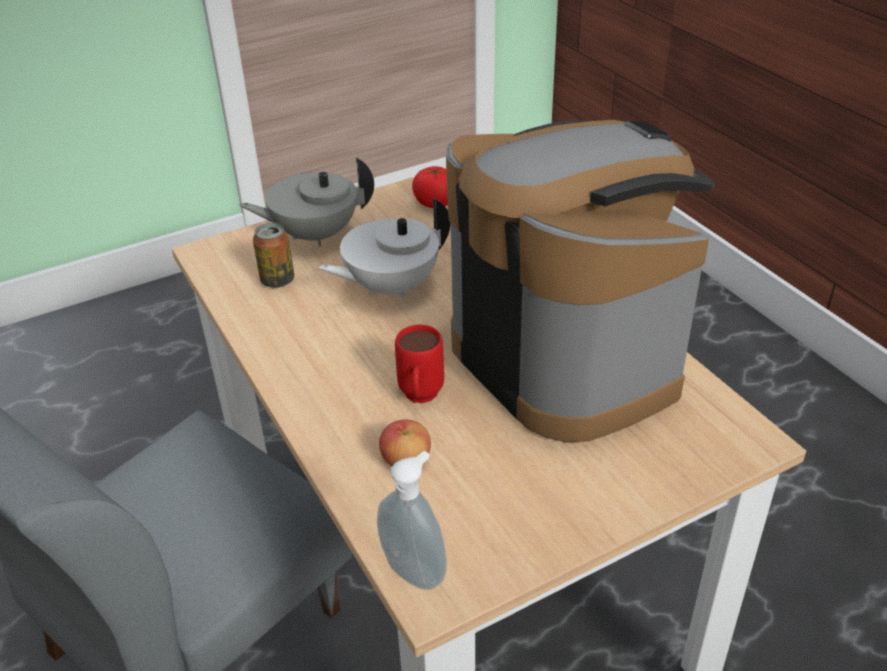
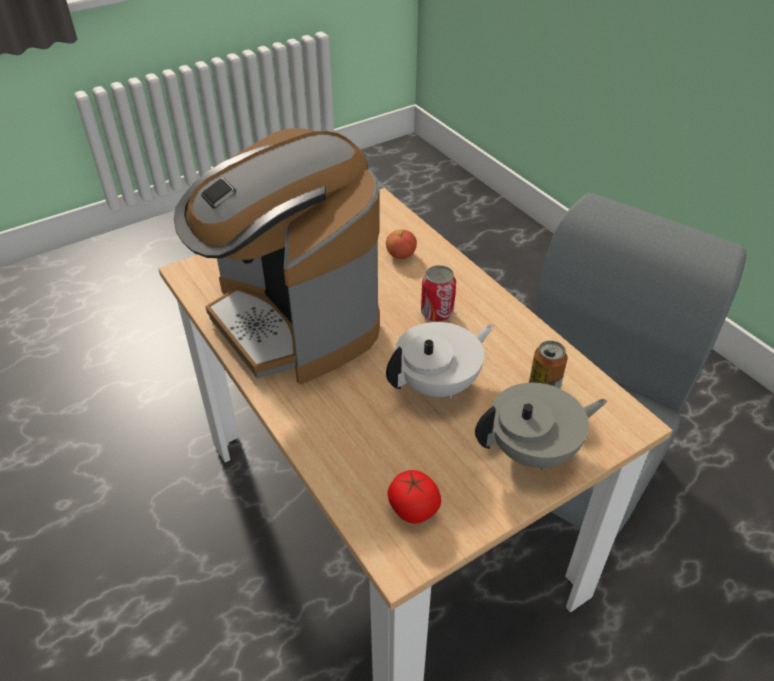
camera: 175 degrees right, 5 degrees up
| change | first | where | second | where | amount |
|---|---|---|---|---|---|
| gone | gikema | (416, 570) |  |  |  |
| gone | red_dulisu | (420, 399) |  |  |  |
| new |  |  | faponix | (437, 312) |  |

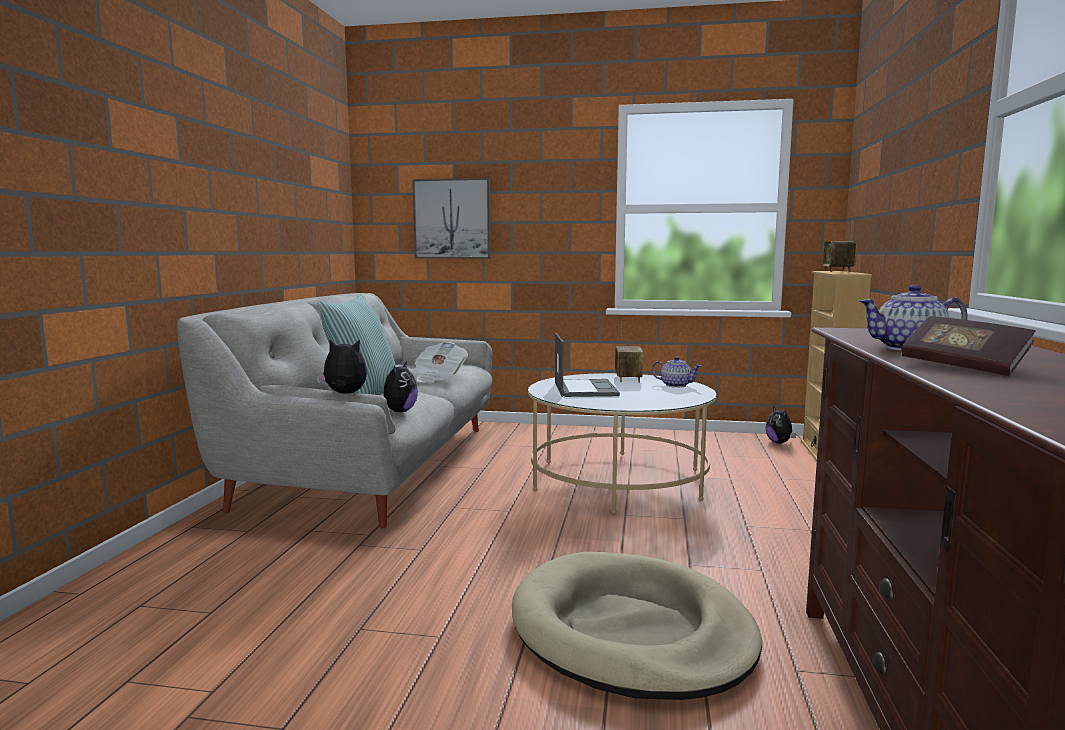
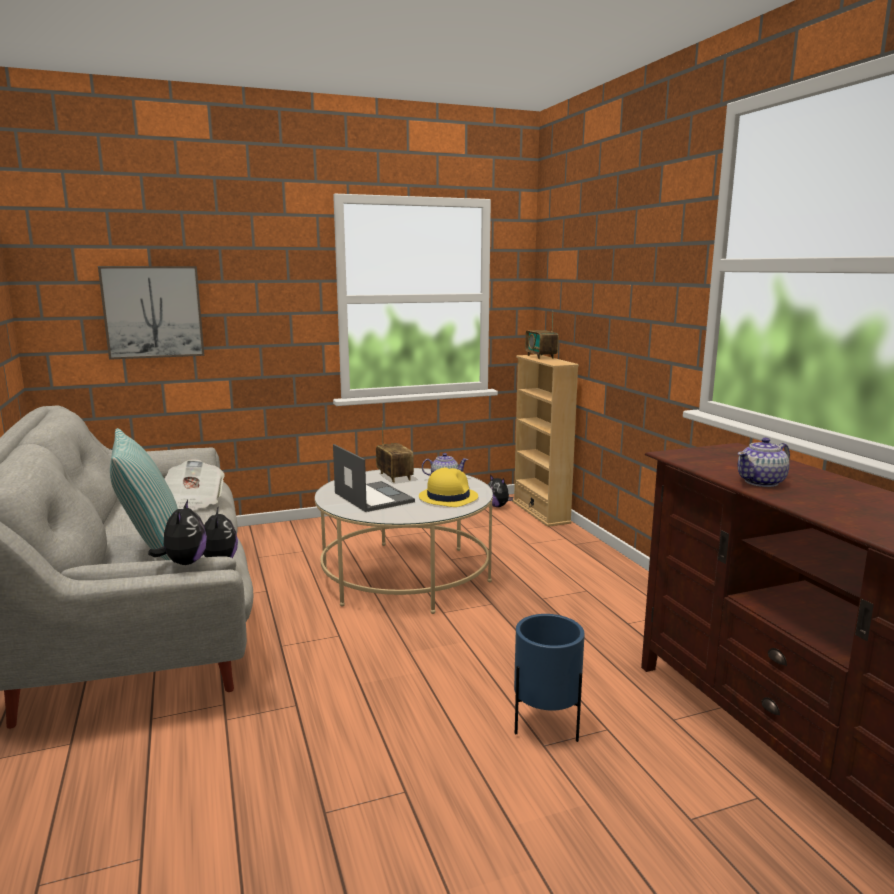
camera: 30 degrees left, 5 degrees up
| change | first | where | second | where | amount |
|---|---|---|---|---|---|
| rotated | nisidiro | (345, 394) |  | (184, 563) | 105 degrees clockwise |
| swapped | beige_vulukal | (631, 631) | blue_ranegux | (546, 728) |  |
| gone | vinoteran | (963, 366) |  |  |  |
| new |  |  | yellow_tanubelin | (448, 497) |  |

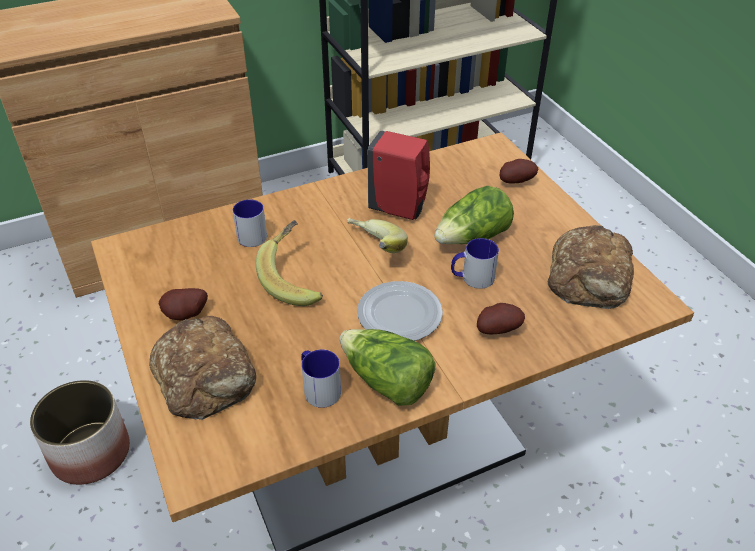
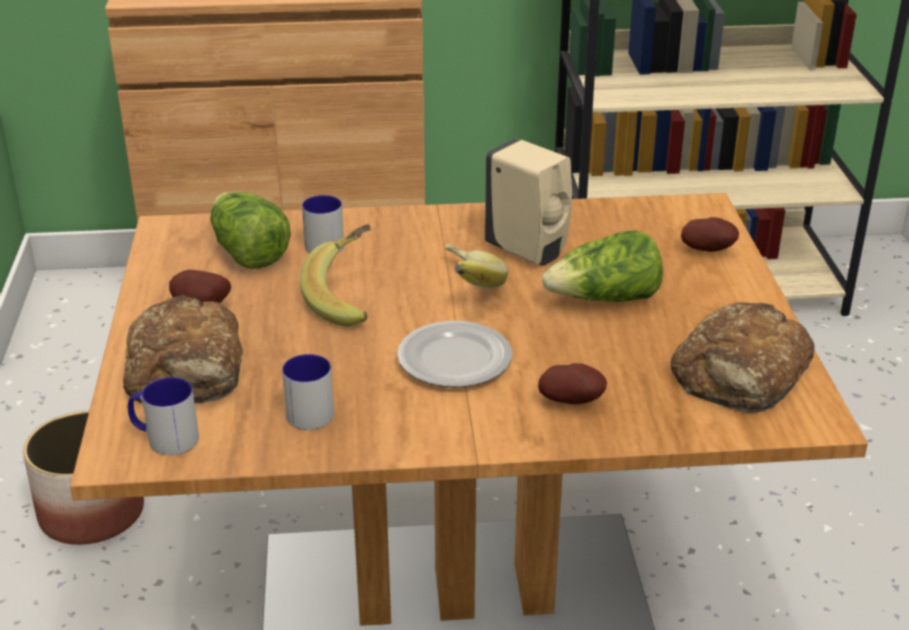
camera: 20 degrees right, 10 degrees down
| change | first | where | second | where | amount |
|---|---|---|---|---|---|
| shifted | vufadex | (386, 382) |  | (247, 252) |  |
| repainted | red_gikema | (400, 209) | beige_gikema | (528, 252) |  |
| shifted | dulisu | (472, 278) |  | (164, 438) |  |

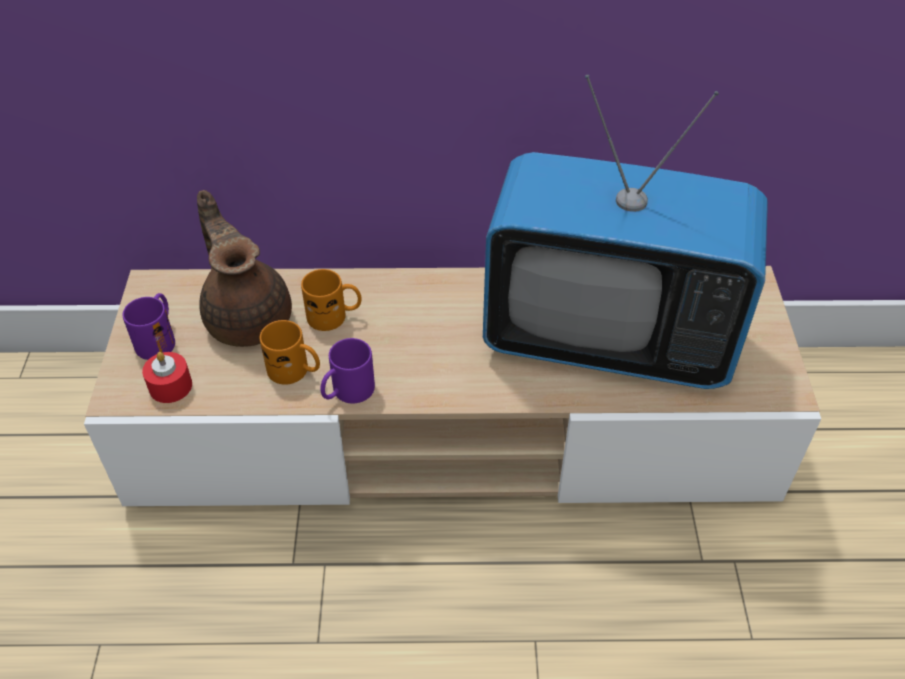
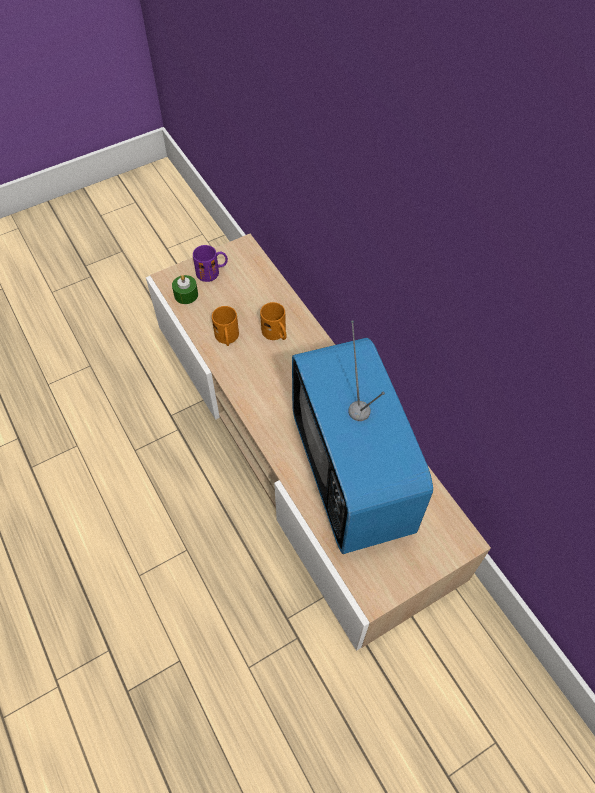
camera: 60 degrees right, 10 degrees up
| change | first | where | second | where | amount |
|---|---|---|---|---|---|
| repainted | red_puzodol | (170, 386) | green_puzodol | (186, 294) |  |
| gone | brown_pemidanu | (248, 317) |  |  |  |
| gone | purple_dulisu | (347, 393) |  |  |  |

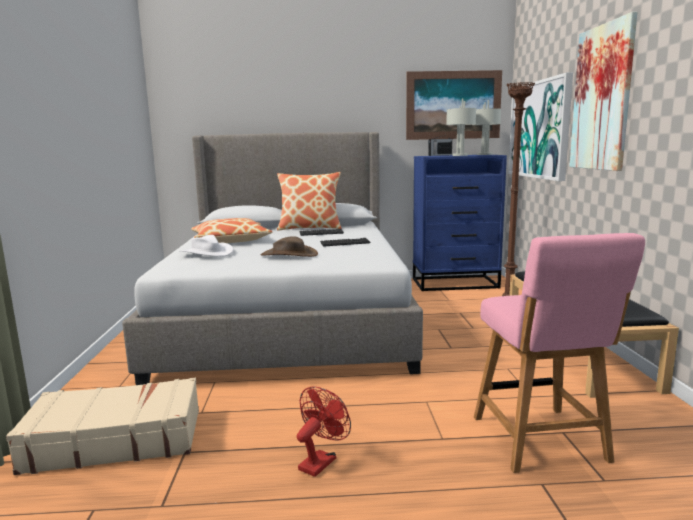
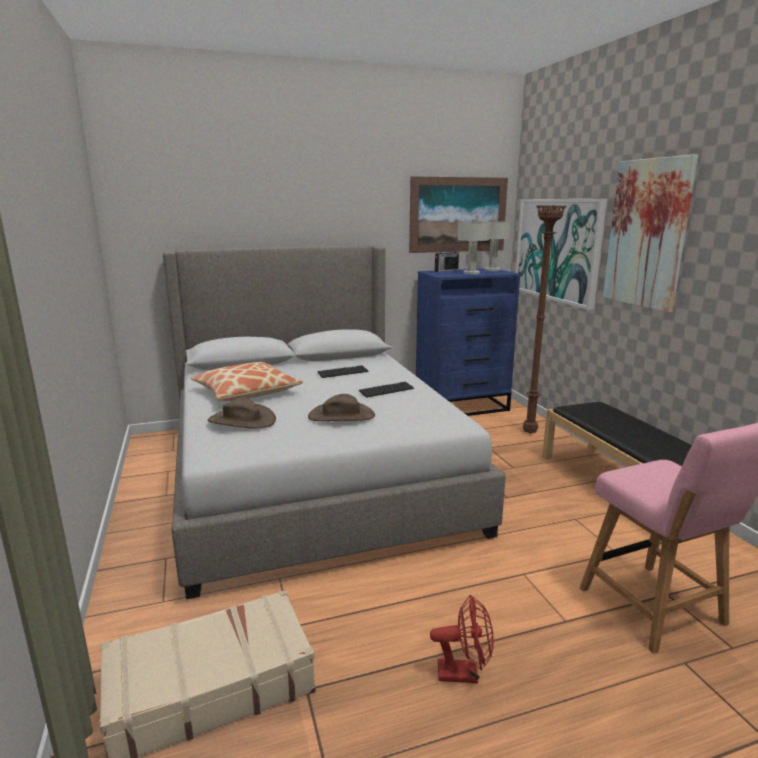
camera: 15 degrees left, 5 degrees up
| change | first | where | second | where | amount |
|---|---|---|---|---|---|
| repainted | white_tanubelin | (206, 253) | brown_tanubelin | (242, 420) |  |
| gone | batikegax | (310, 228) |  |  |  |
| rotated | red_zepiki | (321, 461) |  | (464, 673) | 75 degrees clockwise |

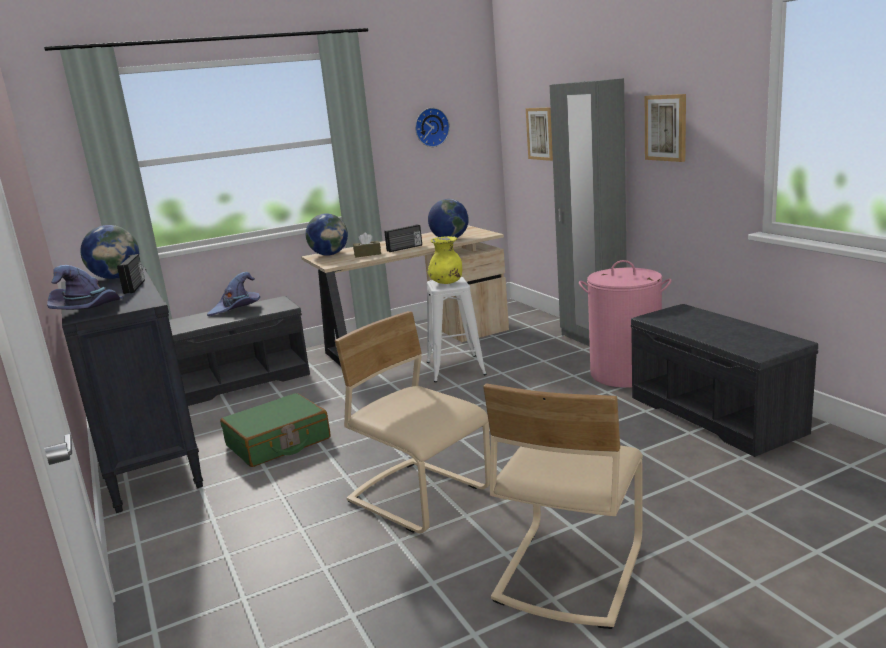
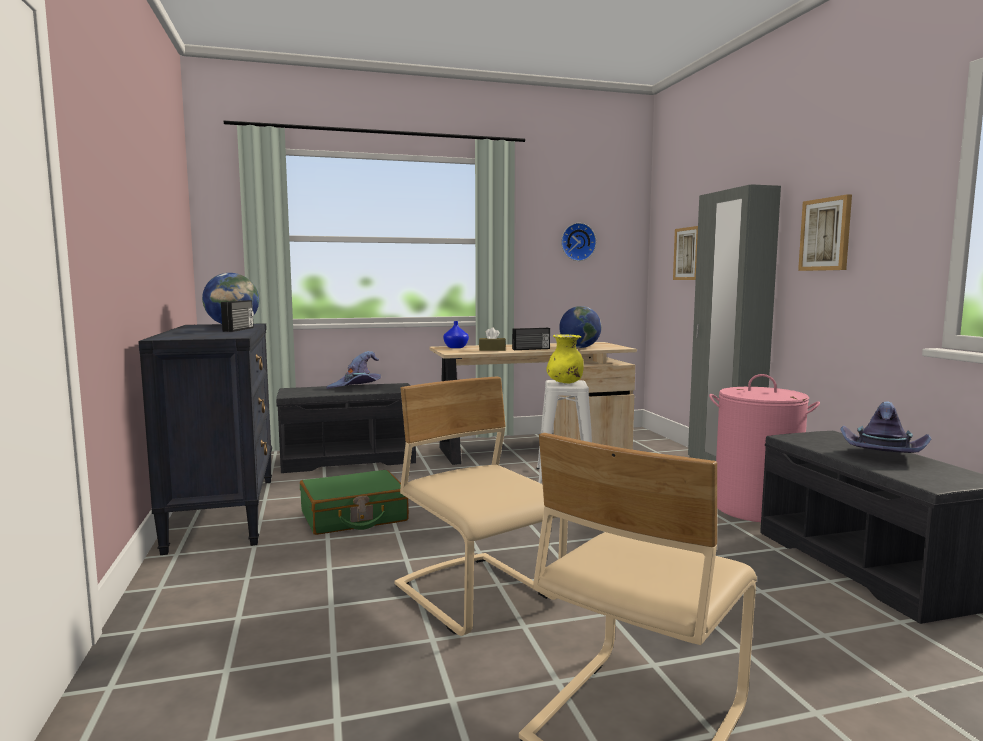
camera: 10 degrees right, 10 degrees down
| change | first | where | second | where | amount |
|---|---|---|---|---|---|
| shifted | purple_tanubelin | (89, 311) |  | (882, 455) |  |
| swapped | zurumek | (329, 254) | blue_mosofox | (456, 347) |  |

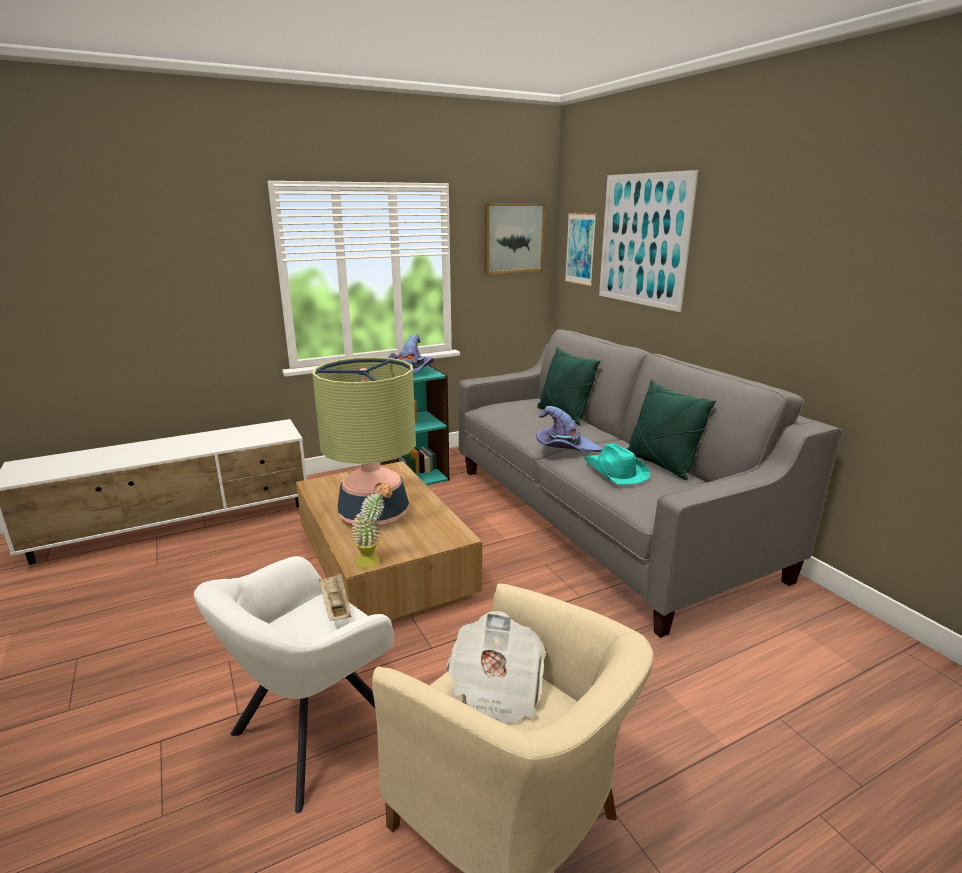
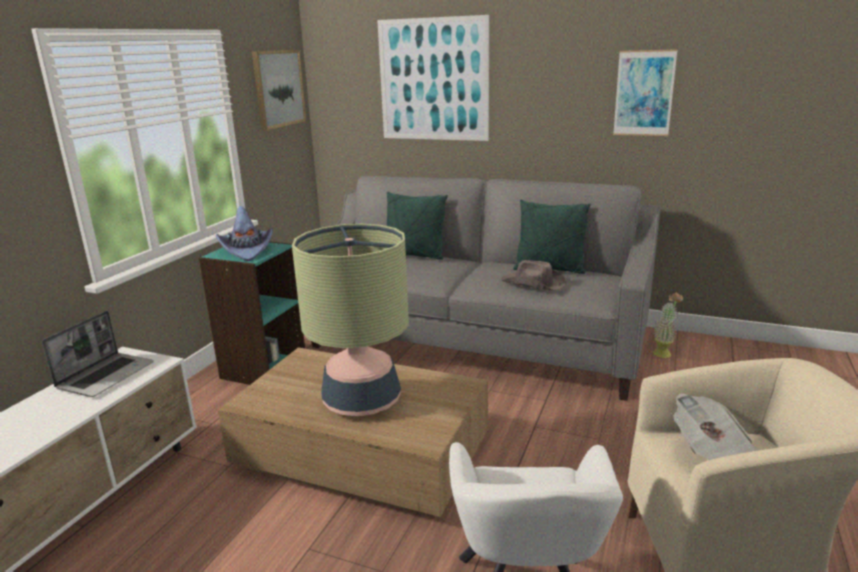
camera: 40 degrees left, 0 degrees up
| change | first | where | second | where | amount |
|---|---|---|---|---|---|
| gone | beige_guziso | (335, 607) |  |  |  |
| shifted | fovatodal | (374, 560) |  | (664, 352) |  |
| gone | purple_tanubelin | (565, 448) |  |  |  |
| shifted | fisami | (580, 249) |  | (644, 93) |  |
| repainted | turquoise_tanubelin | (615, 471) | brown_tanubelin | (534, 283) |  |
| new |  |  | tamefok | (106, 375) |  |

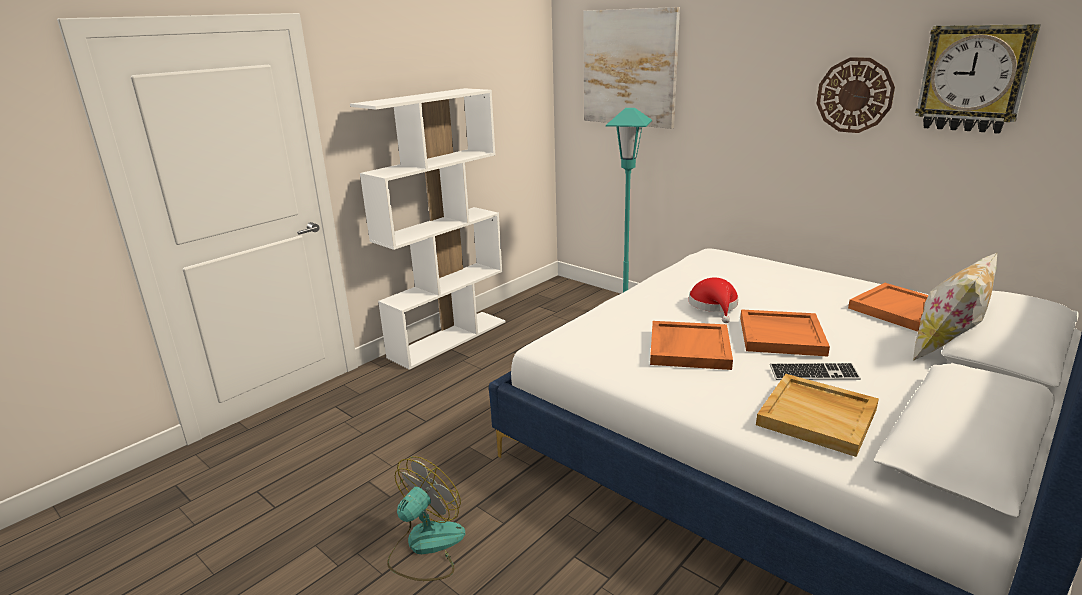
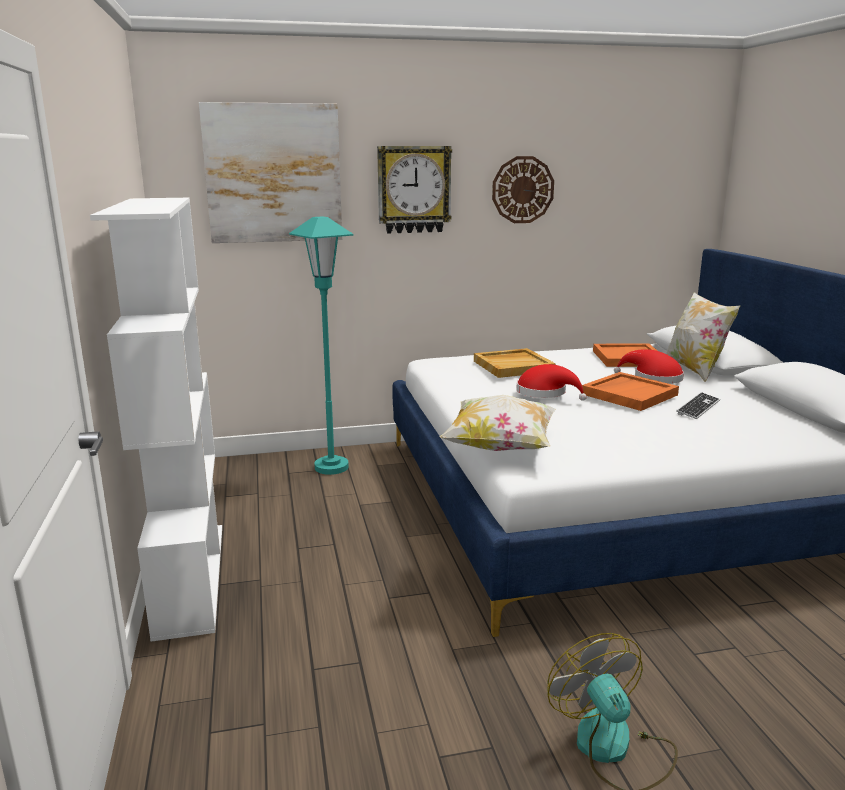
camera: 55 degrees left, 5 degrees down
| change | first | where | second | where | amount |
|---|---|---|---|---|---|
| gone | orange_guziso | (688, 348) |  |  |  |
| shifted | beige_guziso | (818, 417) |  | (513, 366) |  |
| shifted | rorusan | (973, 79) |  | (414, 189) |  |
| new |  |  | batikegax | (500, 447) |  |
| new |  |  | red_tanubelin | (653, 378) |  |

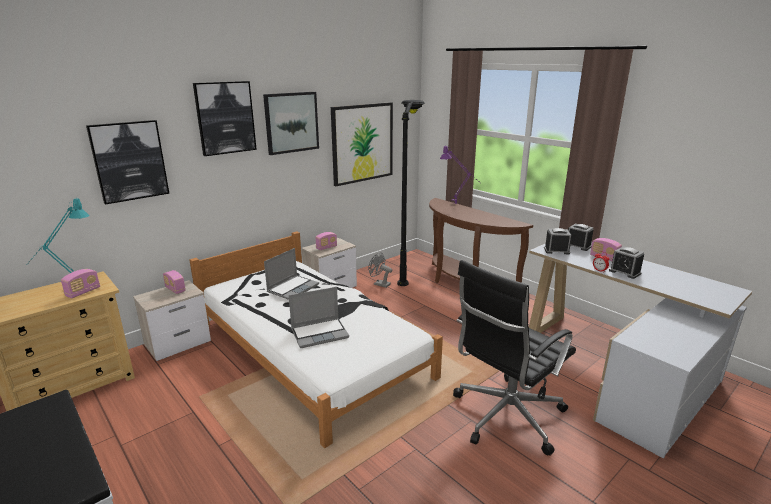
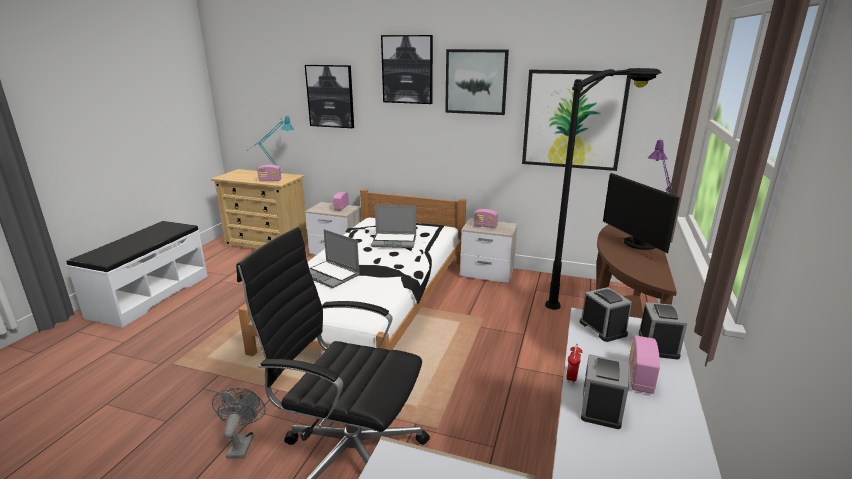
camera: 60 degrees right, 0 degrees up
| change | first | where | second | where | amount |
|---|---|---|---|---|---|
| shifted | grey_zepiki | (379, 284) |  | (242, 443) |  |
| new |  |  | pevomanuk | (637, 244) |  |

